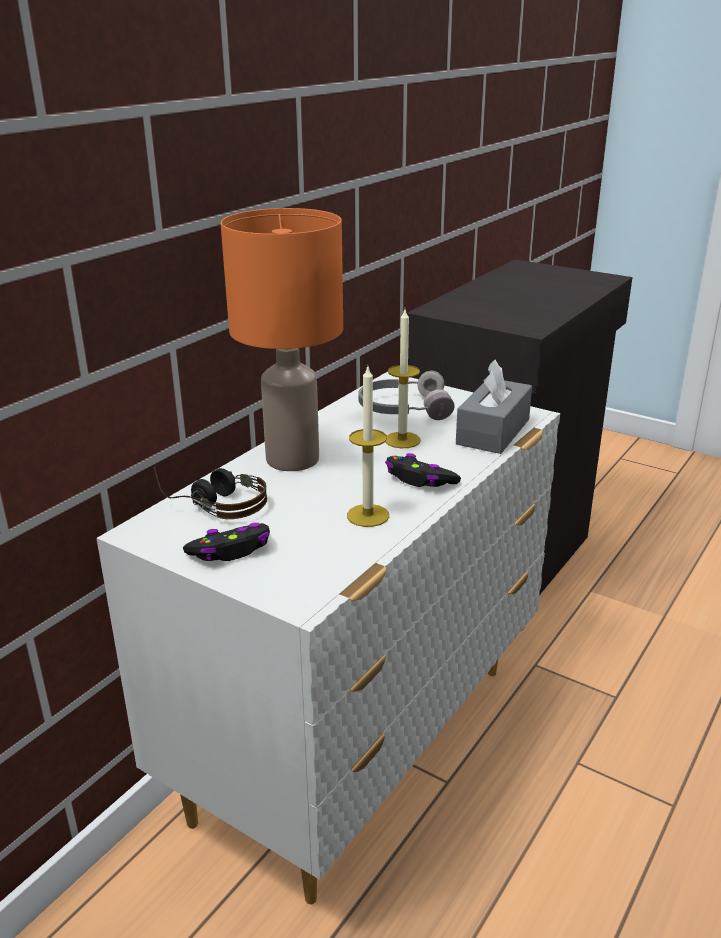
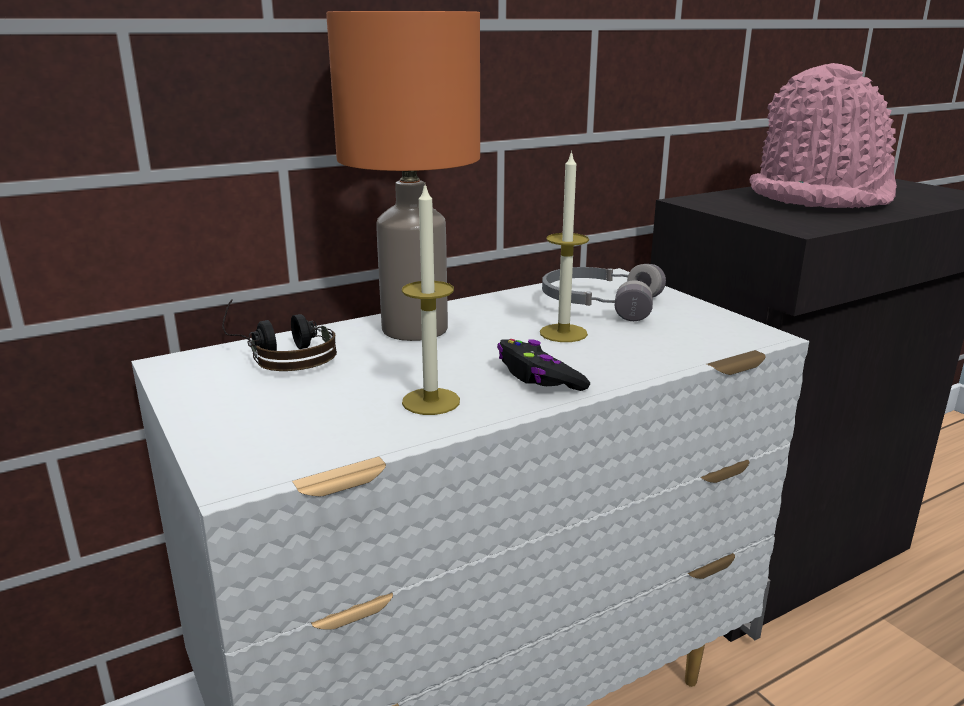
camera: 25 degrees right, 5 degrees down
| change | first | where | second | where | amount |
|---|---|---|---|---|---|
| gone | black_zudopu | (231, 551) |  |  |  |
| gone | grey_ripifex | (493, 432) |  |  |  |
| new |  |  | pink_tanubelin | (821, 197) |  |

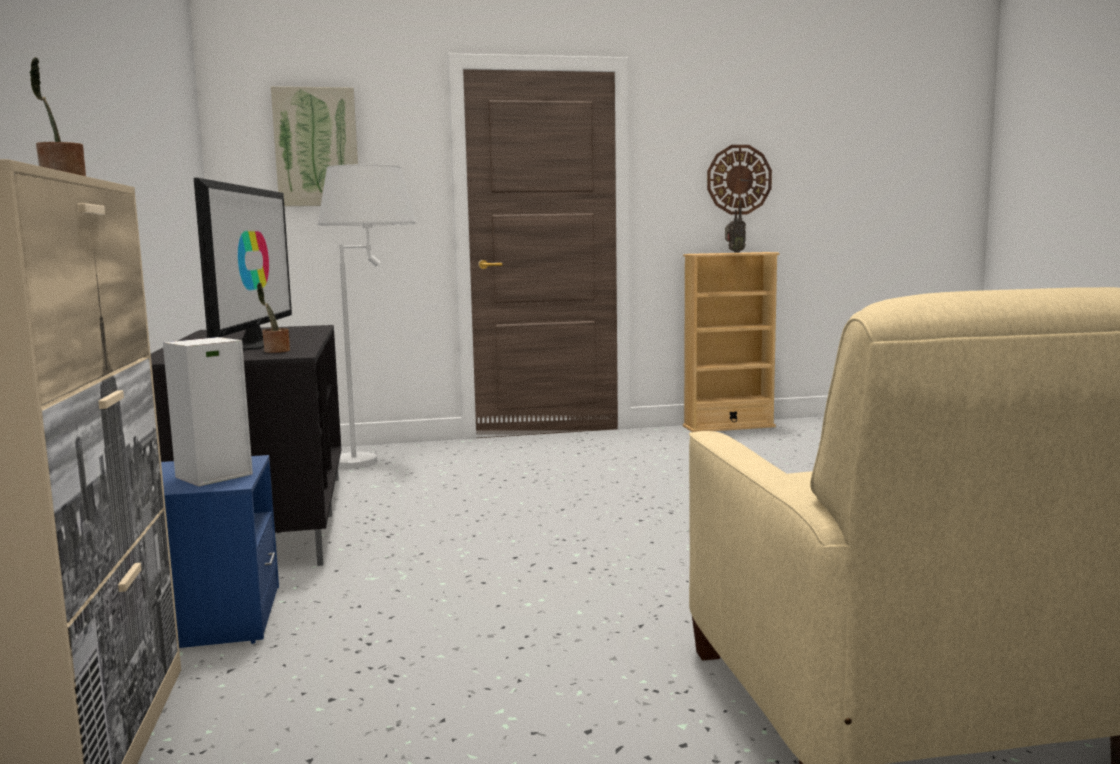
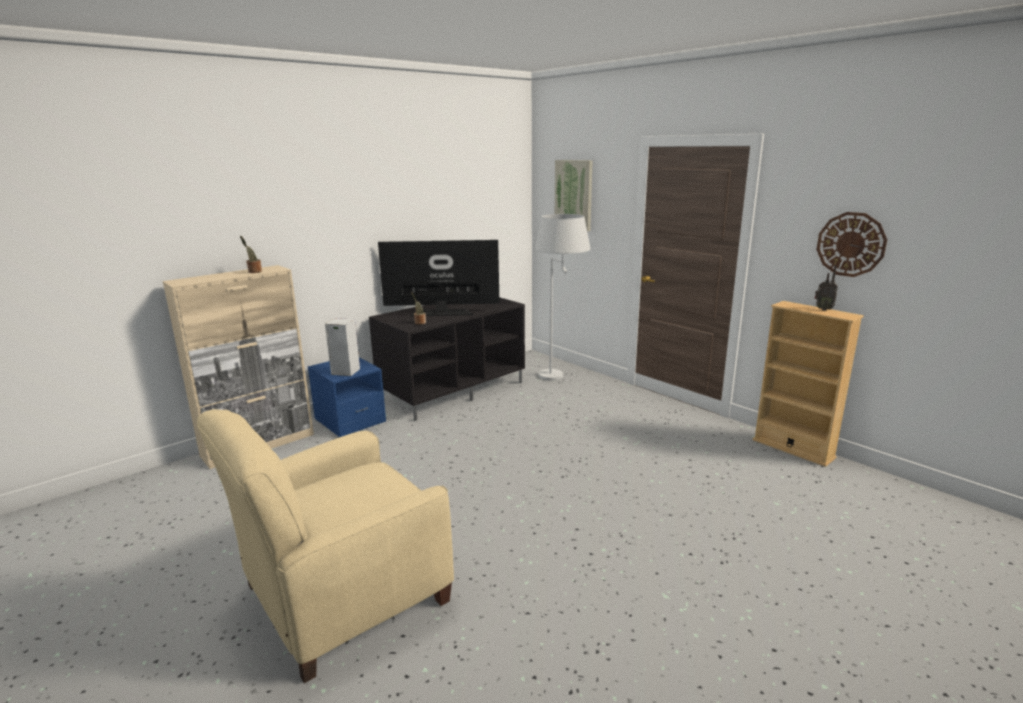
camera: 60 degrees right, 10 degrees up
| change | first | where | second | where | amount |
|---|---|---|---|---|---|
| rotated | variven | (253, 343) |  | (441, 312) | 150 degrees counterclockwise |

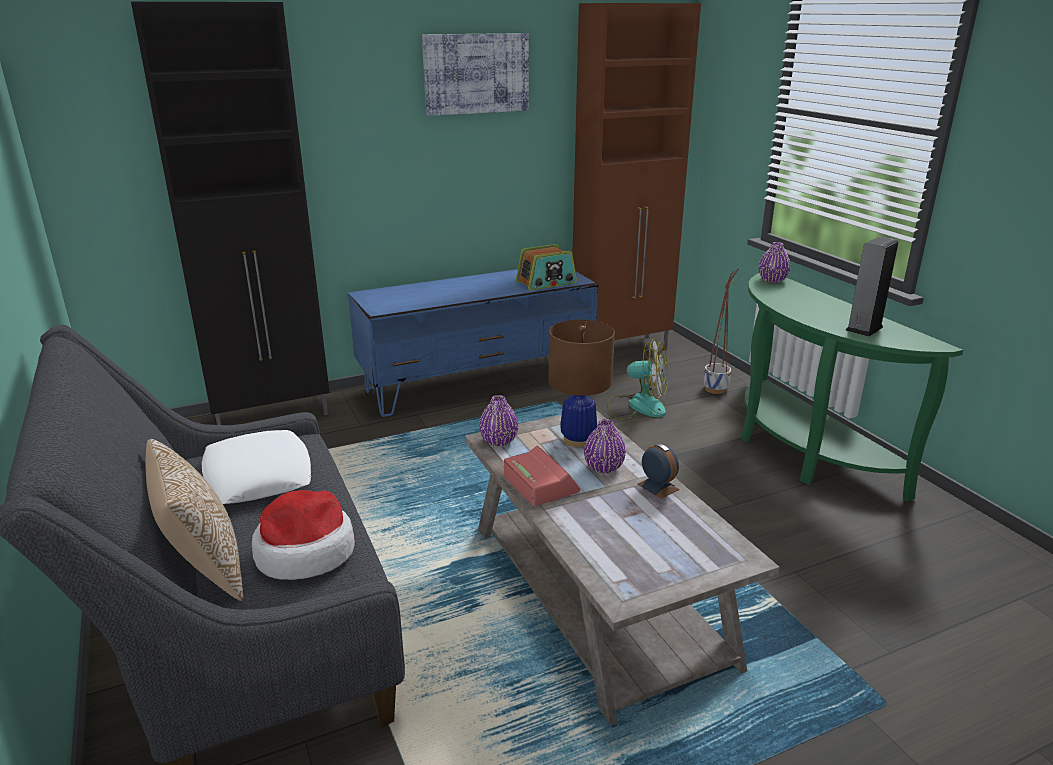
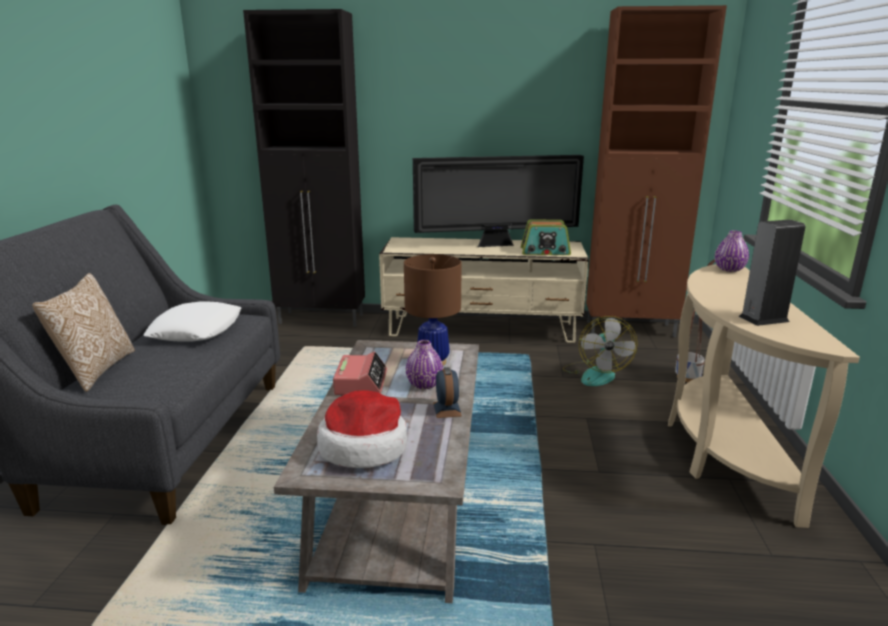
camera: 30 degrees right, 5 degrees down
| change | first | where | second | where | amount |
|---|---|---|---|---|---|
| shifted | tanubelin | (305, 552) |  | (364, 447) |  |
| repainted | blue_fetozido | (478, 383) | beige_fetozido | (482, 329) |  |
| gone | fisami | (476, 73) |  |  |  |
| gone | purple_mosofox | (499, 441) |  |  |  |
| rotated | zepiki | (637, 406) |  | (595, 374) | 45 degrees clockwise |
| repainted | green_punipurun | (802, 451) | beige_punipurun | (721, 449) |  |
| new |  |  | variven | (497, 245) |  |

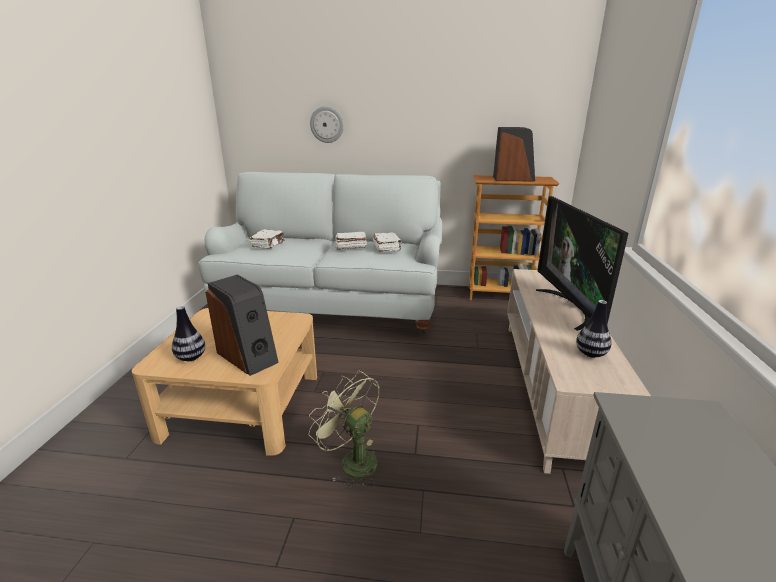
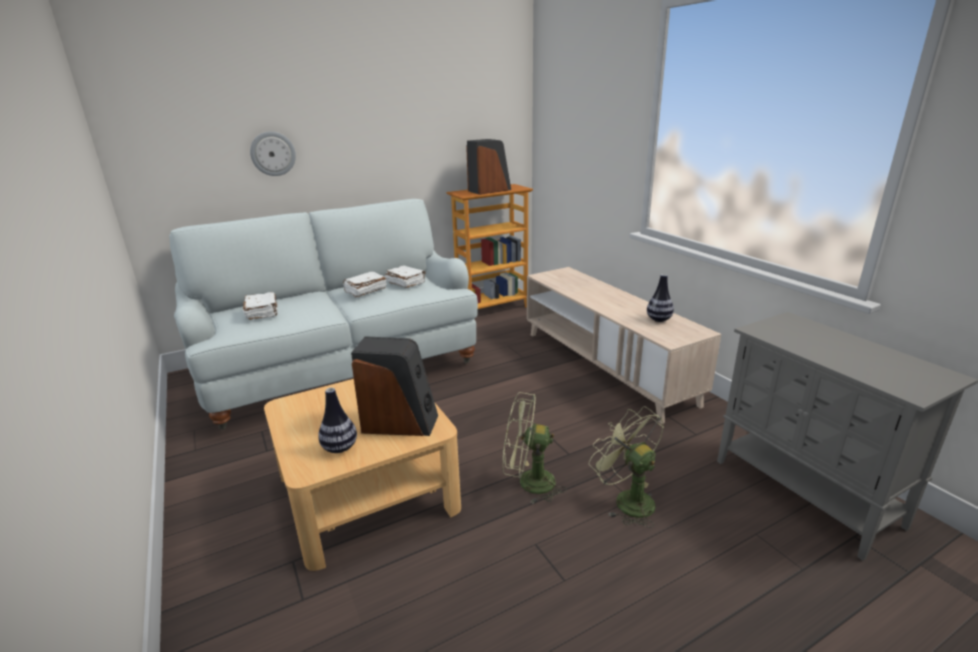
camera: 35 degrees left, 0 degrees up
| change | first | where | second | where | amount |
|---|---|---|---|---|---|
| gone | variven | (570, 308) |  |  |  |
| new |  |  | green_zepiki | (627, 499) |  |

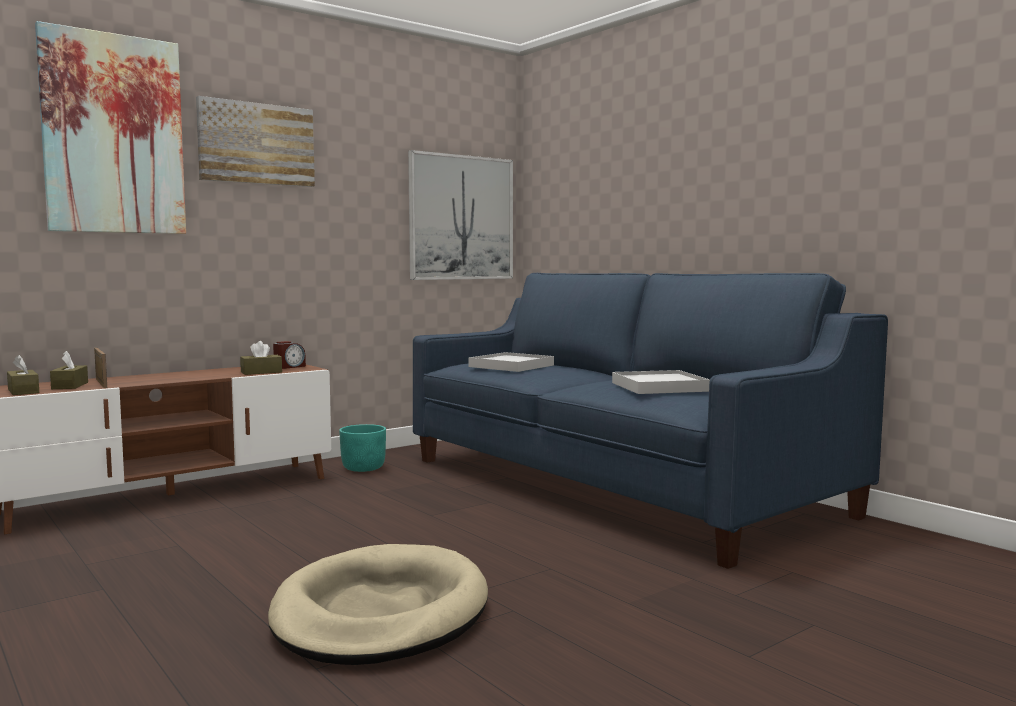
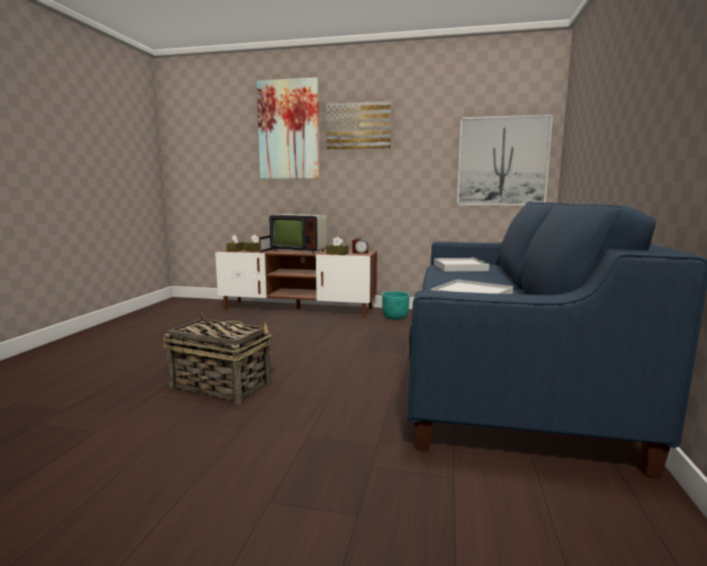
camera: 50 degrees right, 5 degrees up
| change | first | where | second | where | amount |
|---|---|---|---|---|---|
| swapped | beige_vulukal | (380, 613) | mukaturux | (219, 385) |  |
| new |  |  | variven | (299, 250) |  |

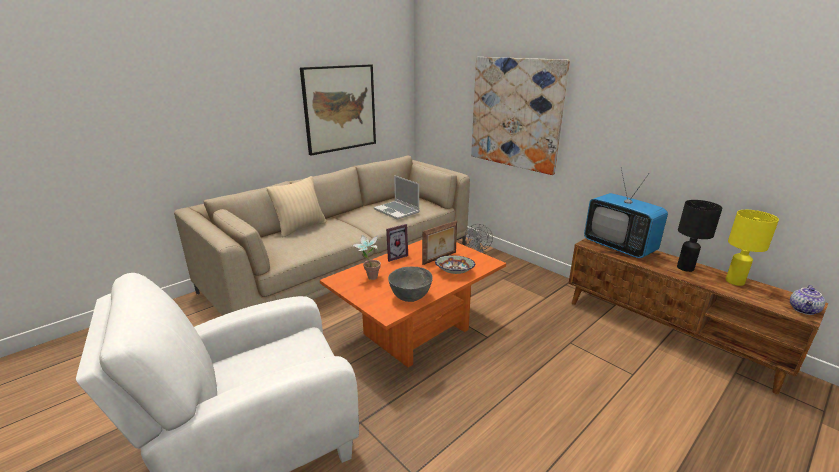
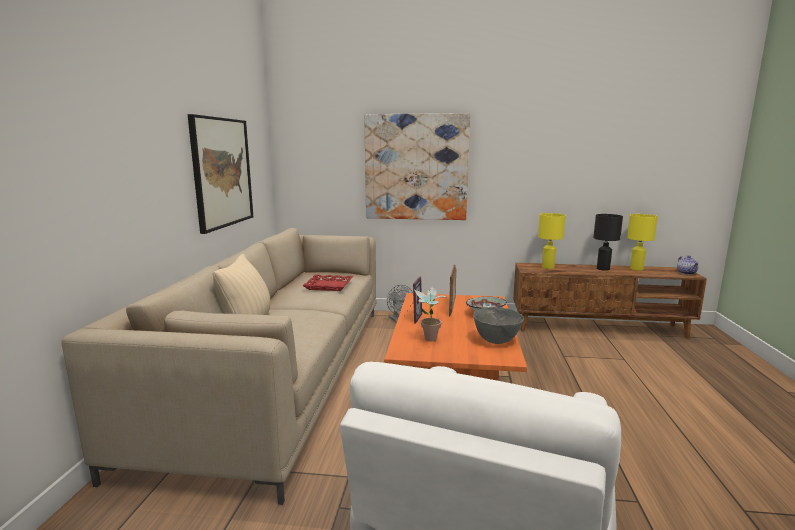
camera: 40 degrees left, 10 degrees down
| change | first | where | second | where | amount |
|---|---|---|---|---|---|
| swapped | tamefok | (397, 211) | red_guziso | (329, 286) |  |
| swapped | variven | (619, 247) | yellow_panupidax | (548, 267) |  |

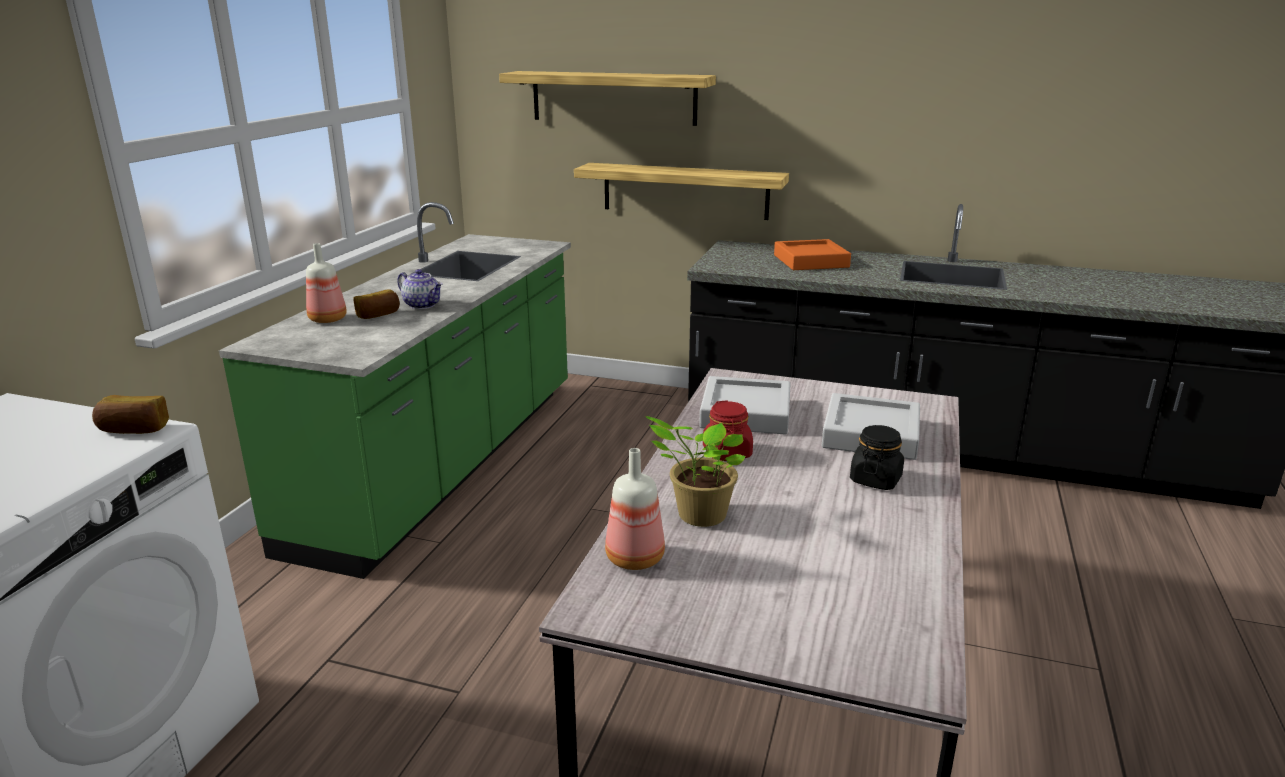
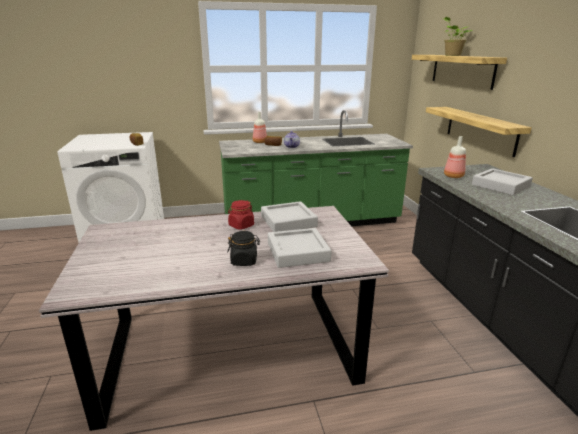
camera: 60 degrees right, 0 degrees up
| change | first | where | second | where | amount |
|---|---|---|---|---|---|
| shifted | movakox | (636, 559) |  | (453, 176) |  |
| shifted | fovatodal | (698, 515) |  | (451, 55) |  |
| repainted | orange_guziso | (811, 261) | grey_guziso | (500, 185) |  |

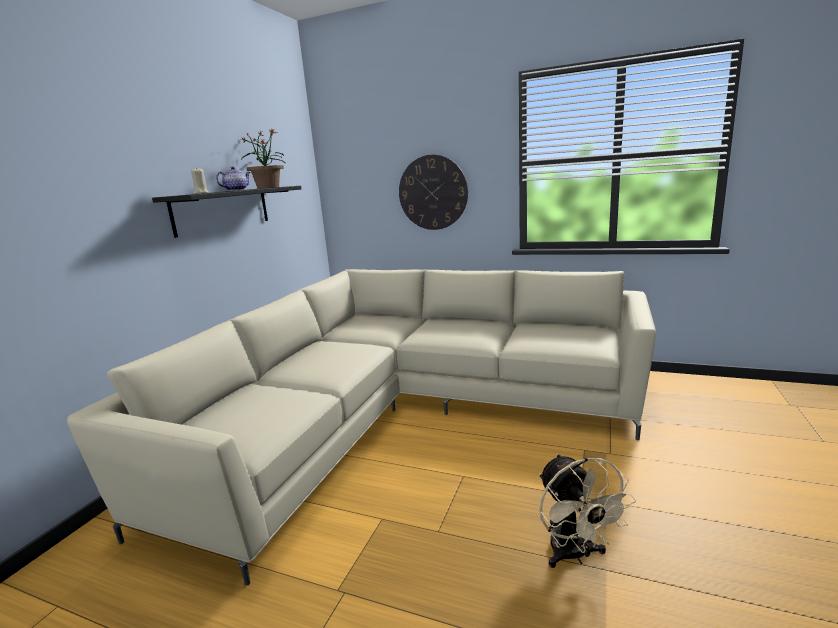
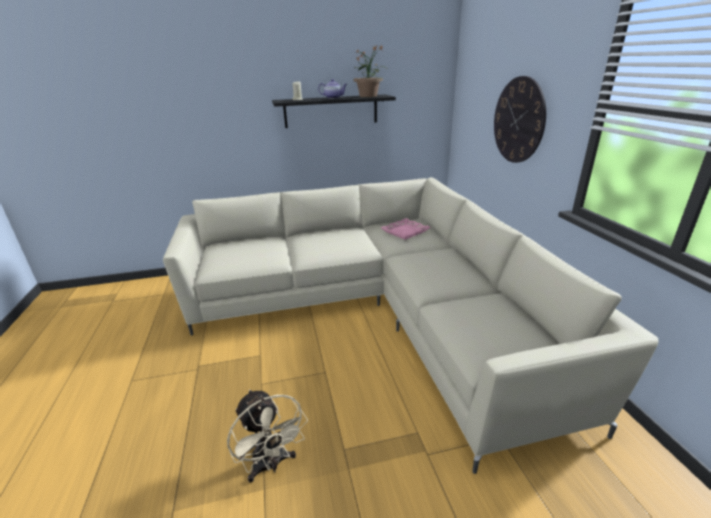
camera: 55 degrees right, 10 degrees up
| change | first | where | second | where | amount |
|---|---|---|---|---|---|
| rotated | beige_zepiki | (574, 555) |  | (271, 465) | 75 degrees counterclockwise |
| new |  |  | pink_guziso | (405, 231) |  |

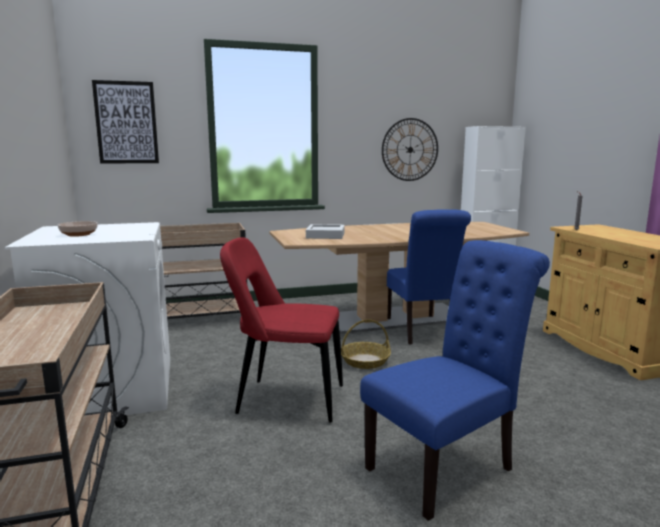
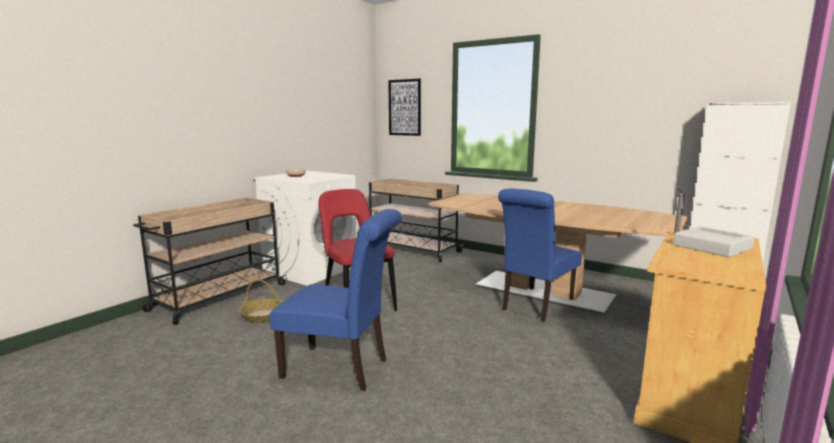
camera: 50 degrees right, 0 degrees up
| change | first | where | second | where | amount |
|---|---|---|---|---|---|
| shifted | grey_guziso | (325, 235) |  | (712, 247) |  |
| shifted | mukaturux | (365, 361) |  | (263, 315) |  |
| gone | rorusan | (410, 149) |  |  |  |

